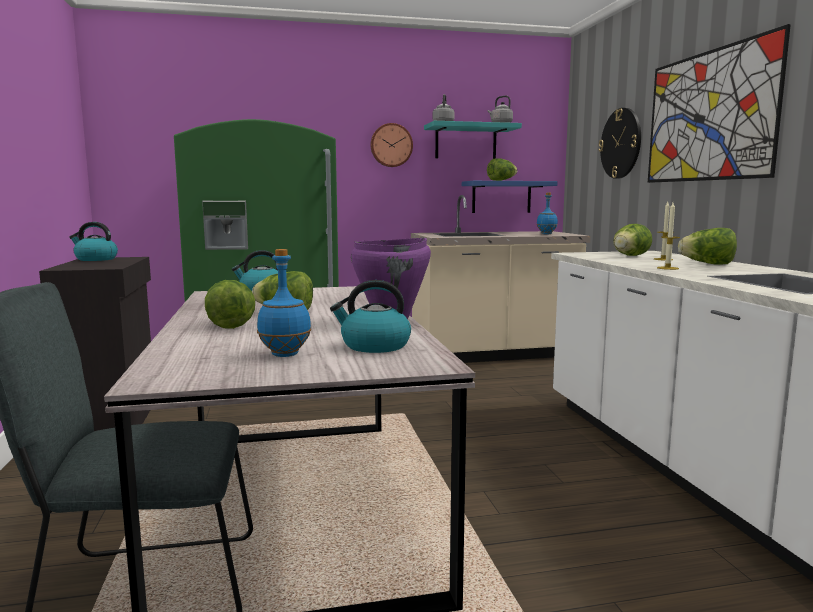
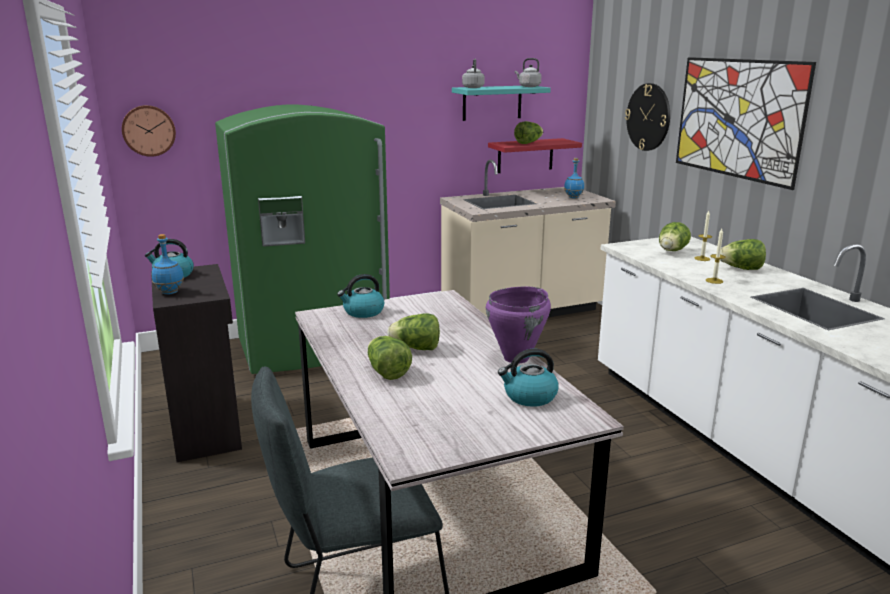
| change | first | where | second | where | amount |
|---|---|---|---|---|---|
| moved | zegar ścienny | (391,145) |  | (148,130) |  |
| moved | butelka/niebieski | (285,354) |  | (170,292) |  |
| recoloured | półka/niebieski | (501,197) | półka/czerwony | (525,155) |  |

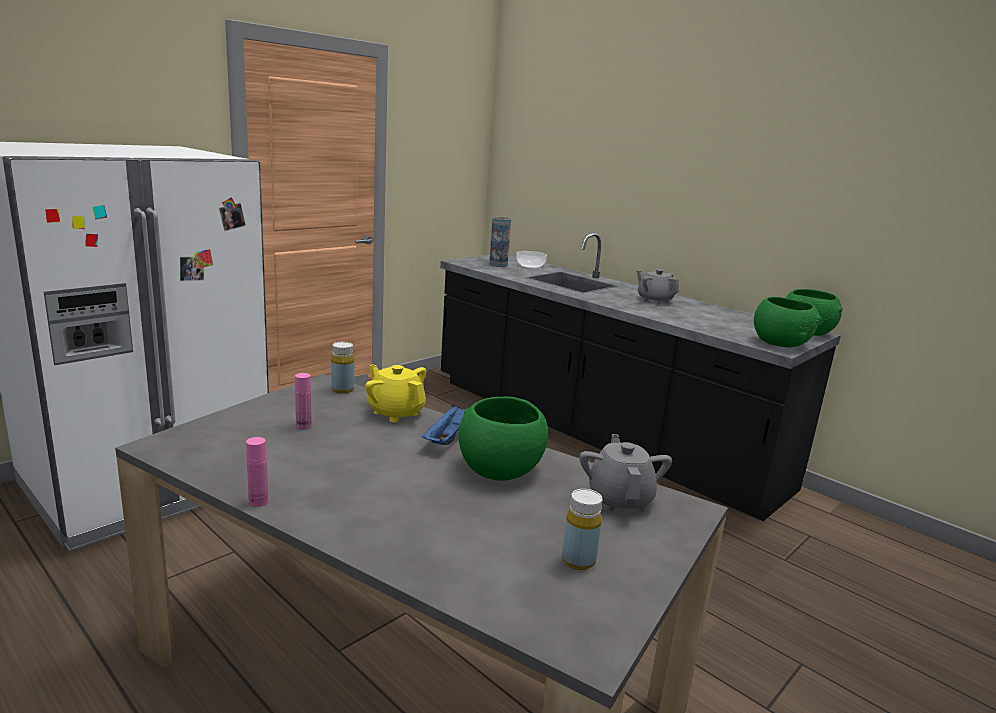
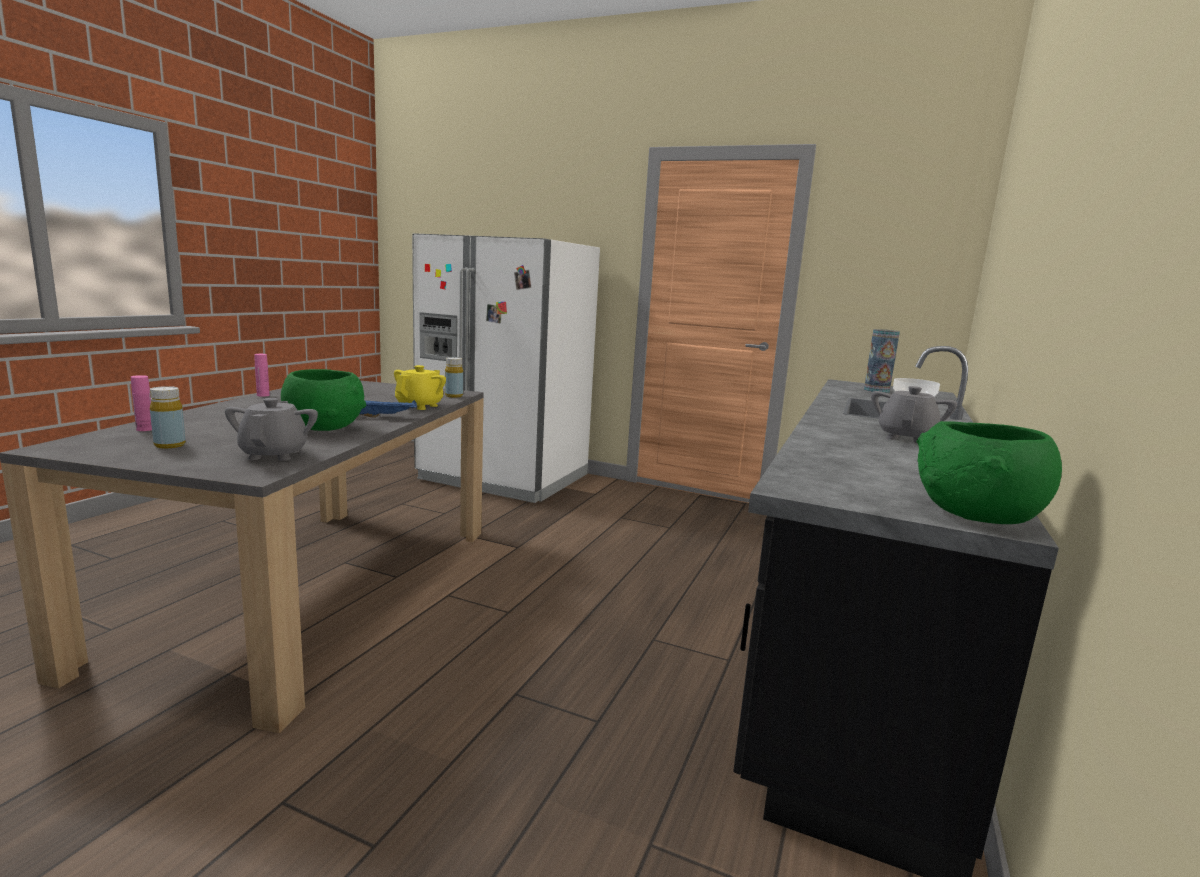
| change | first | where | second | where | amount |
|---|---|---|---|---|---|
| moved | butelka/różowy | (303,426) |  | (145,429) |  |
| turned | imbryk/szary | (620,499) |  | (274,454) | 75 degrees counterclockwise |
| removed | miska/zielony | (781,343) |  |  |  |

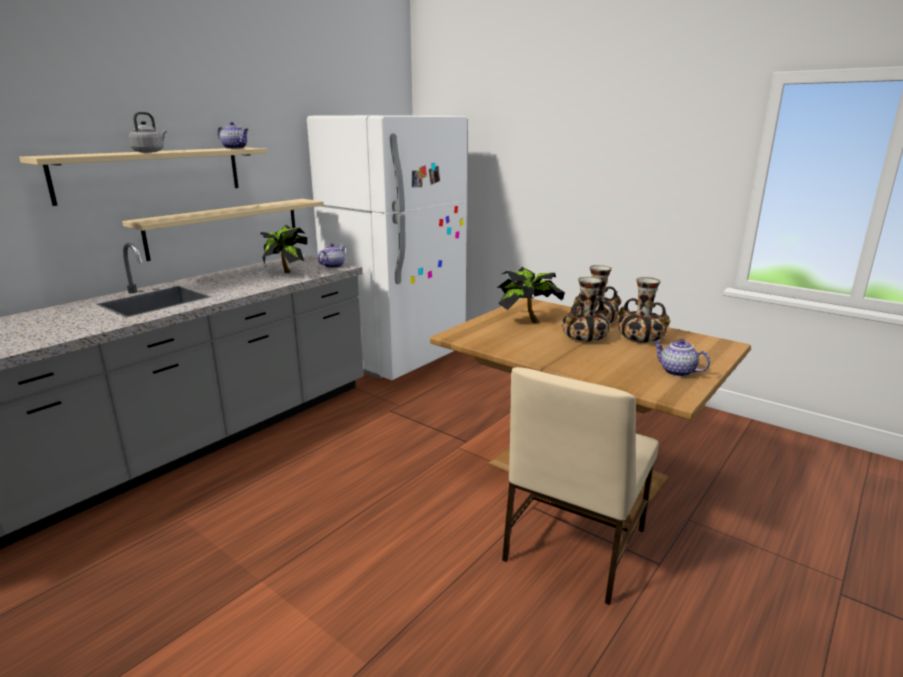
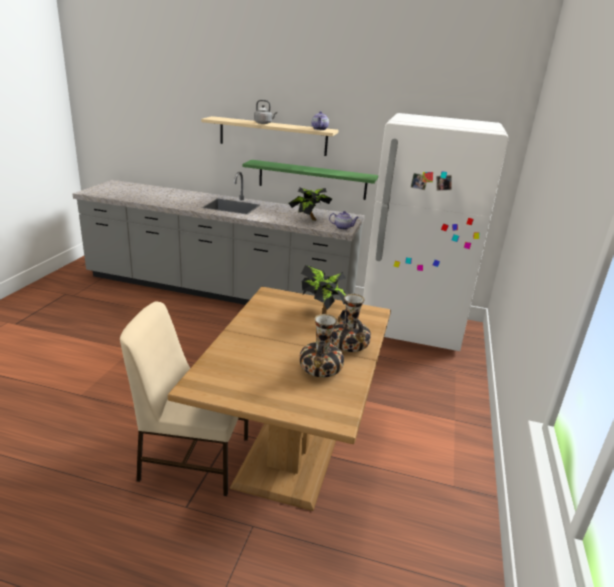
| change | first | where | second | where | amount |
|---|---|---|---|---|---|
| recoloured | półka/beżowy | (226,227) | półka/zielony | (312,179) |  |
| removed | wazon | (585,337) |  |  |  |
| removed | imbryk | (676,371) |  |  |  |

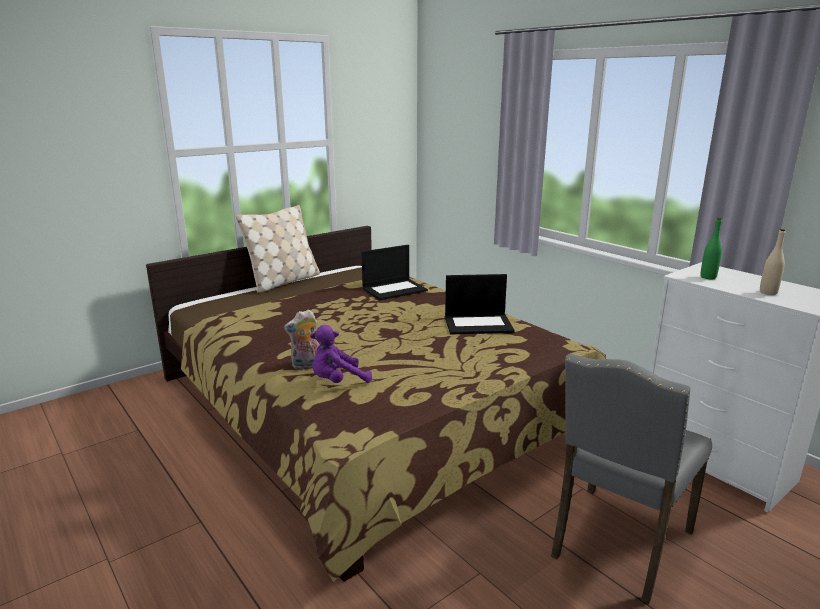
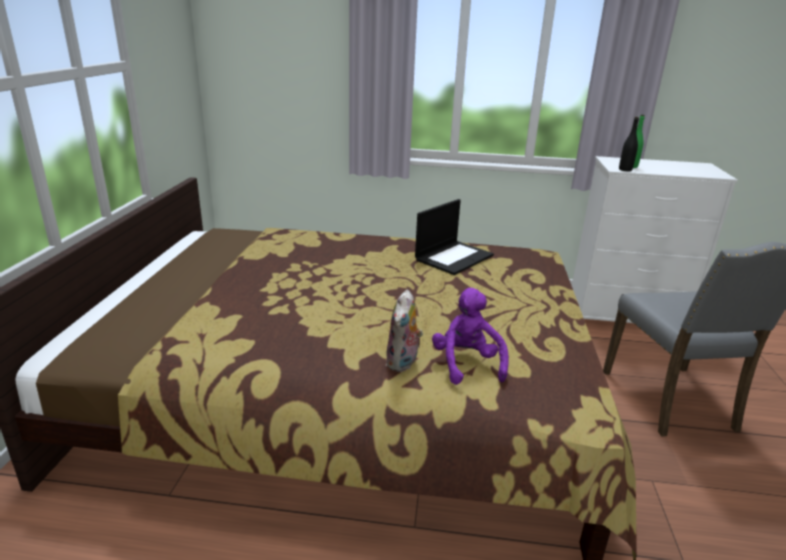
| change | first | where | second | where | amount |
|---|---|---|---|---|---|
| turned | pluszak/fioletowy | (338,381) |  | (466,364) | 150 degrees clockwise |
| added |  |  | butelka/czarny | (625,170) |  |
| removed | poduszka/beżowy | (283,281) |  |  |  |
| removed | laptop | (395,289) |  |  |  |
| removed | butelka/beżowy | (768,292) |  |  |  |

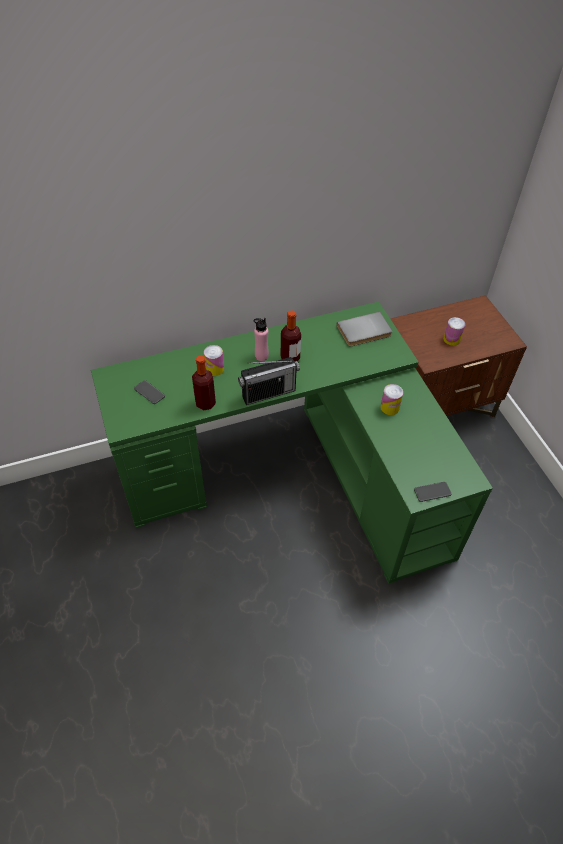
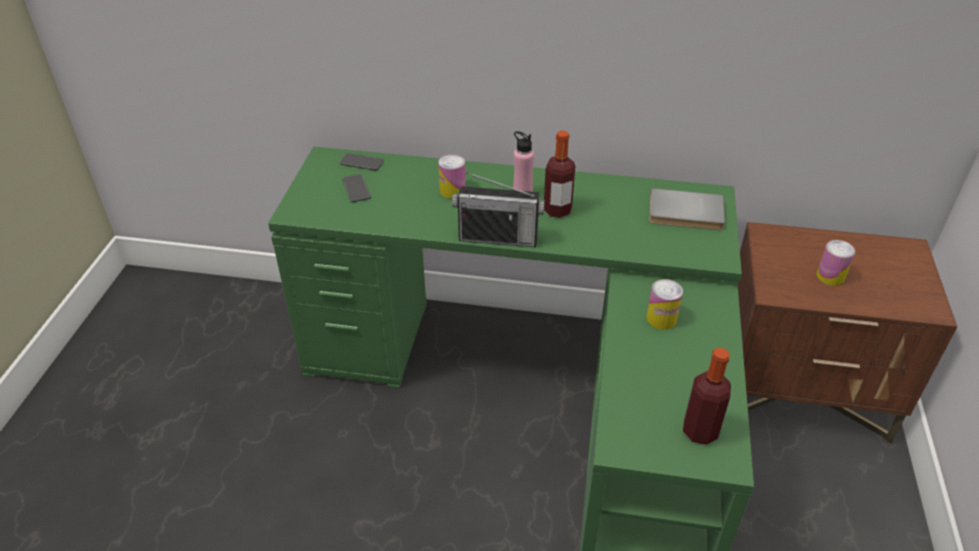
| change | first | where | second | where | amount |
|---|---|---|---|---|---|
| moved | telefon | (432,492) |  | (361,162) |  |
| moved | butelka | (205,403) |  | (700,431) |  |

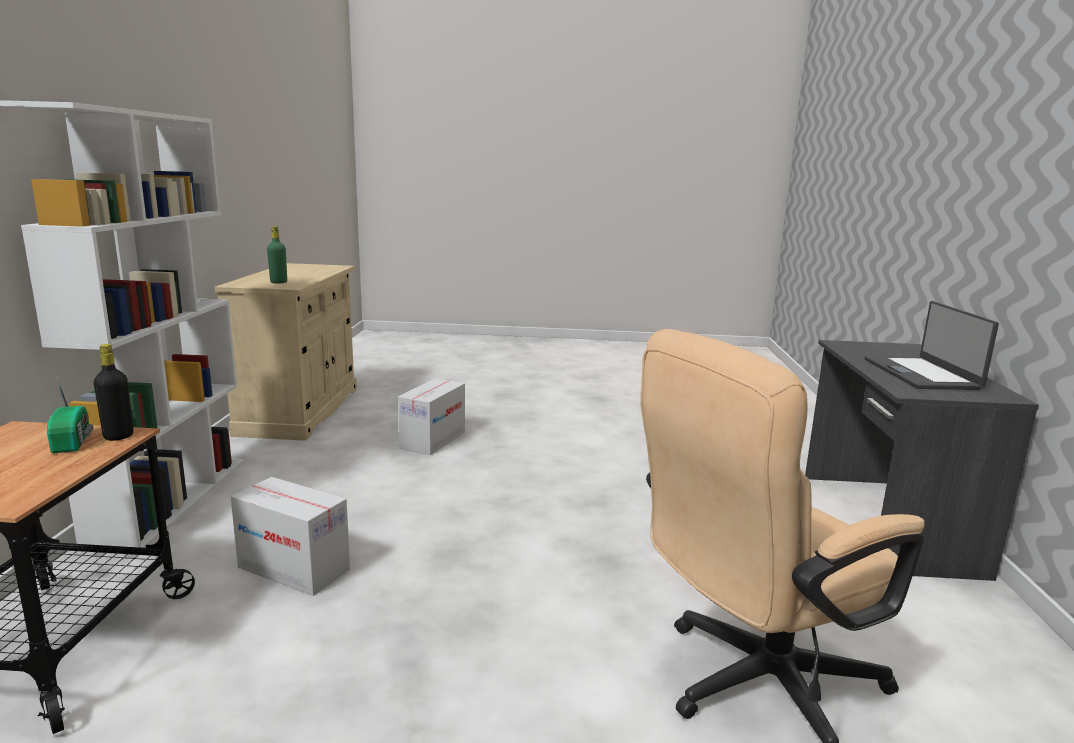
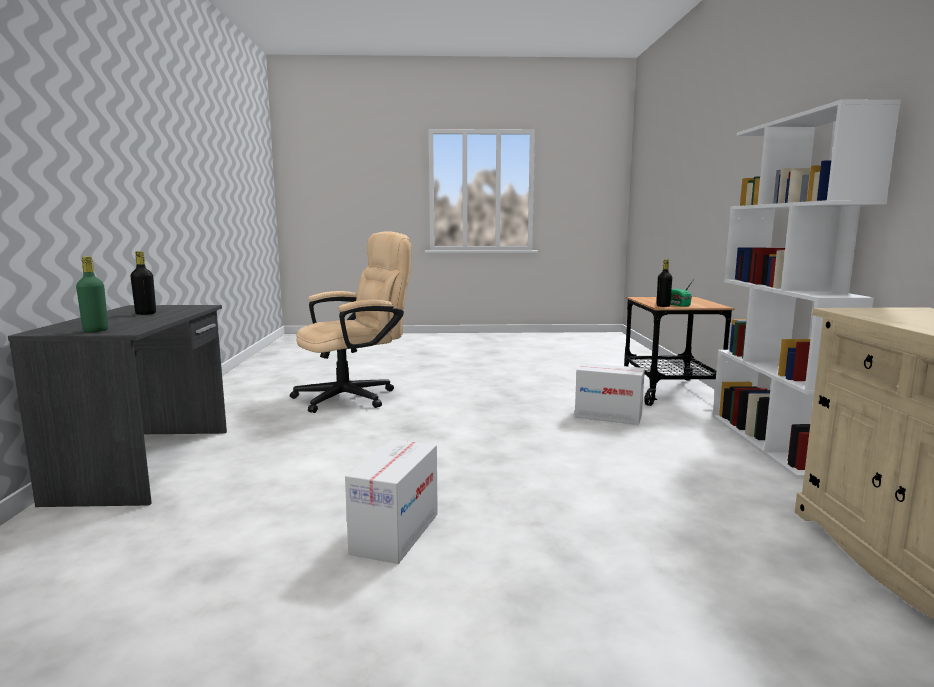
| change | first | where | second | where | amount |
|---|---|---|---|---|---|
| moved | butelka/zielony | (278,282) |  | (95,330) |  |
| replaced | laptop | (921,374) | butelka/czarny | (146,313) |  |
| moved | karton | (433,440) |  | (395,533) |  |

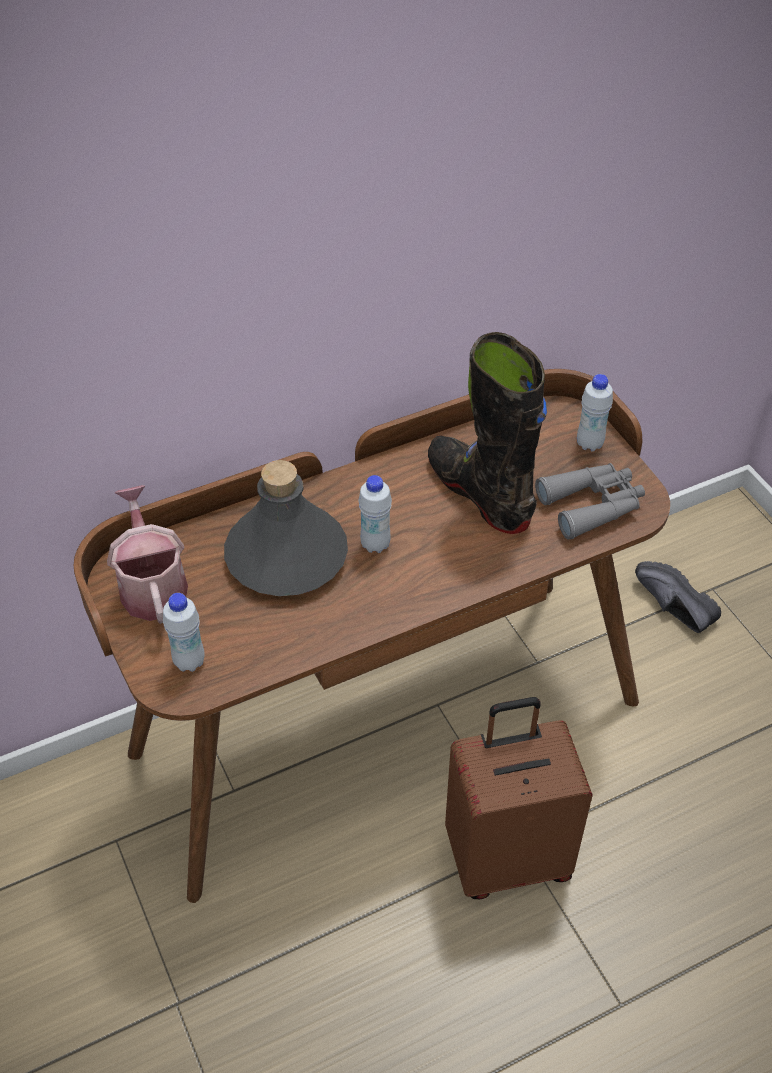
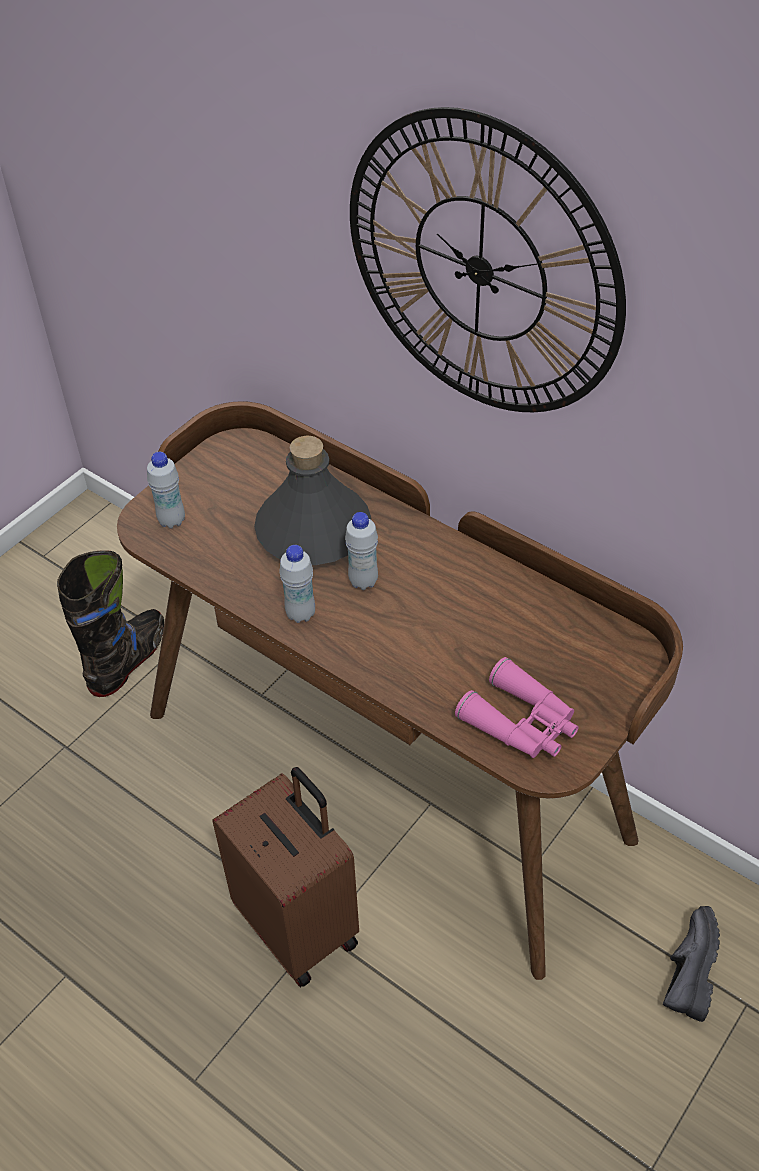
| change | first | where | second | where | amount |
|---|---|---|---|---|---|
| moved | but z cholewką/czarny | (480,493) |  | (128,660) |  |
| moved | butelka/biały | (589,444) |  | (300,614) |  |
| added |  |  | zegar ścienny | (480,269) |  |
| recoloured | lornetka/szary | (592,505) | lornetka/różowy | (521,723) |  |
| removed | konewka | (152,585) |  |  |  |

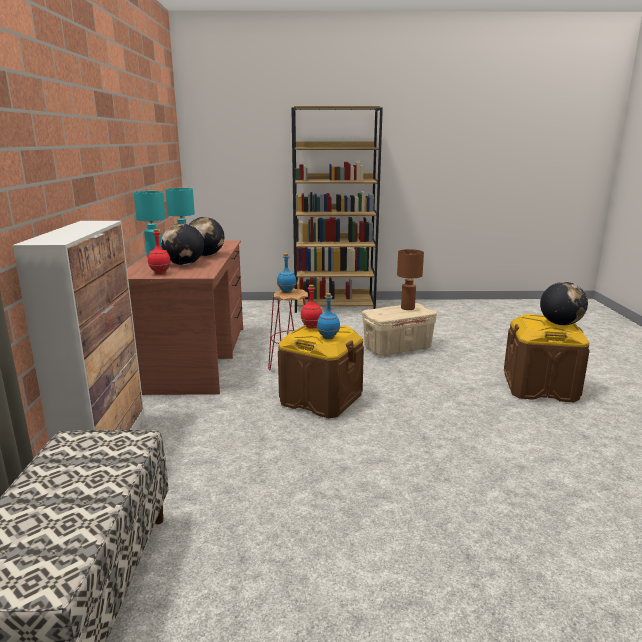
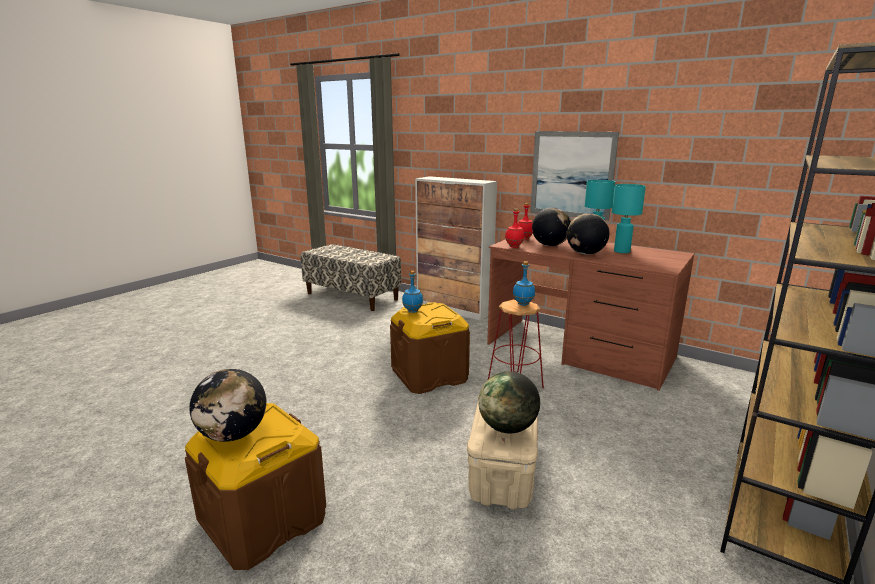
| change | first | where | second | where | amount |
|---|---|---|---|---|---|
| replaced | lampa stołowa/brązowy | (407,308) | globus | (507,428) |  |
| moved | butelka/czerwony | (311,327) |  | (514,247) |  |
| added |  |  | obraz | (572,174) |  |

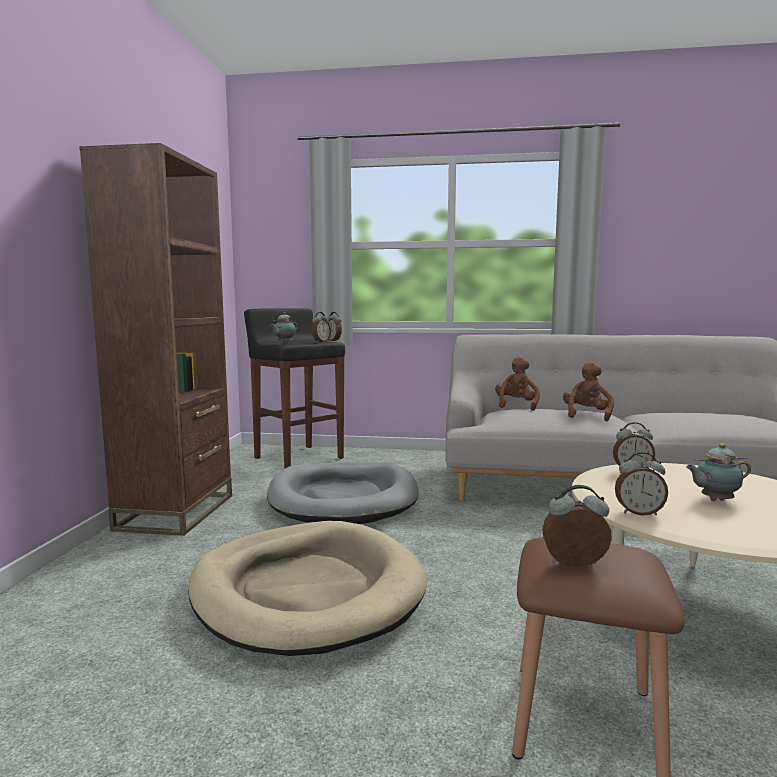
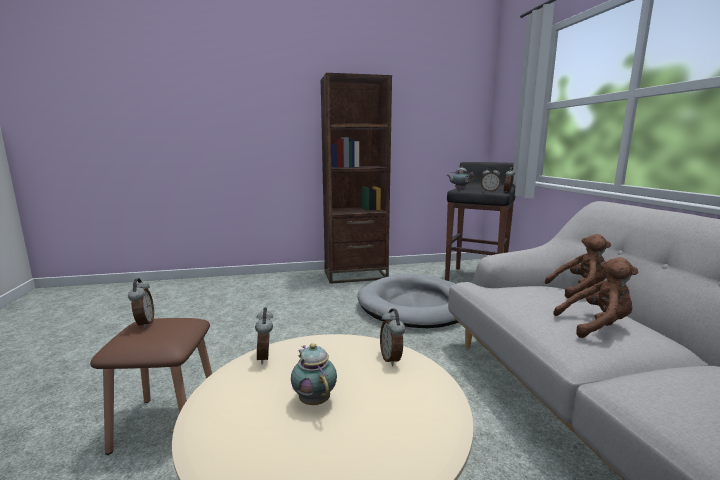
| change | first | where | second | where | amount |
|---|---|---|---|---|---|
| removed | legowisko/beżowy | (307,591) |  |  |  |

